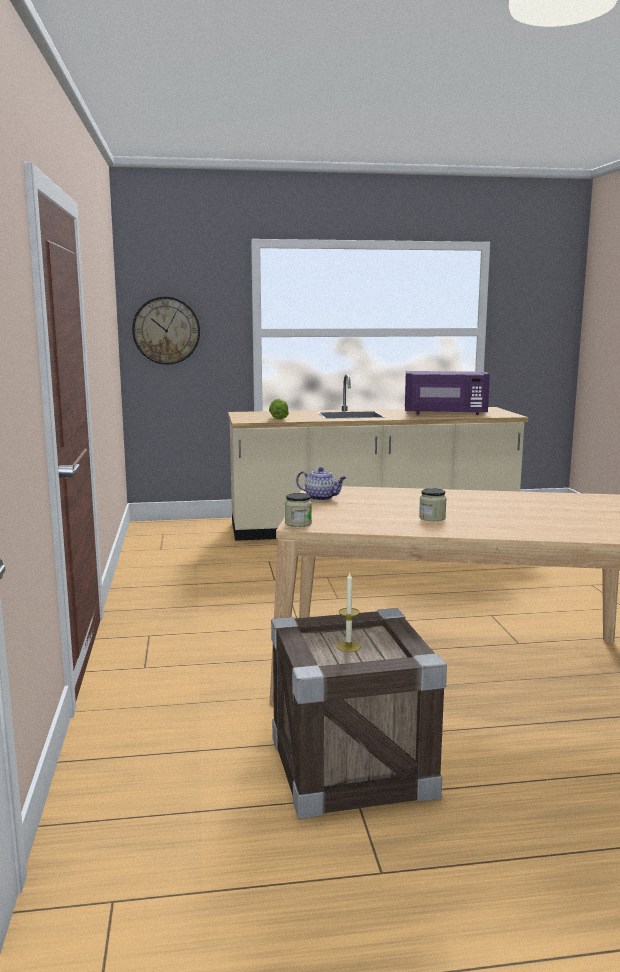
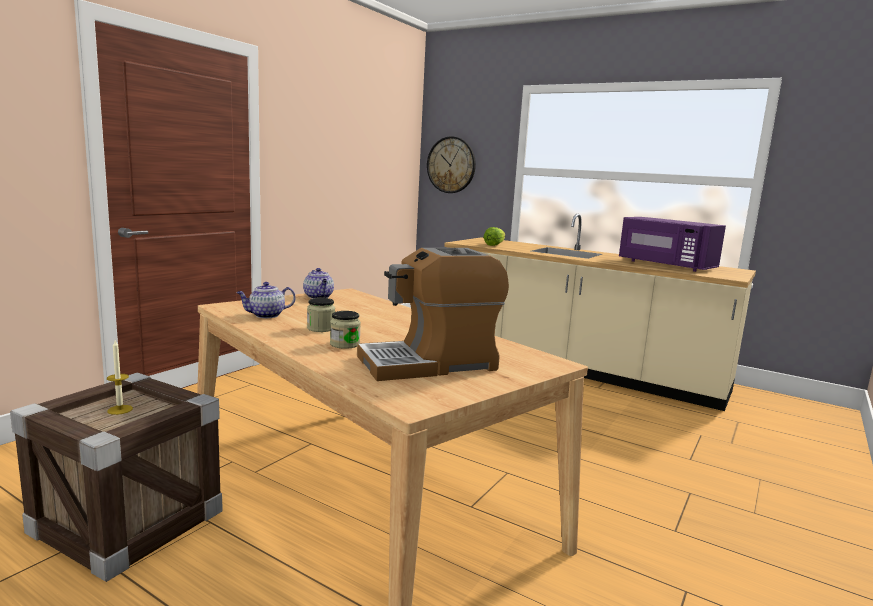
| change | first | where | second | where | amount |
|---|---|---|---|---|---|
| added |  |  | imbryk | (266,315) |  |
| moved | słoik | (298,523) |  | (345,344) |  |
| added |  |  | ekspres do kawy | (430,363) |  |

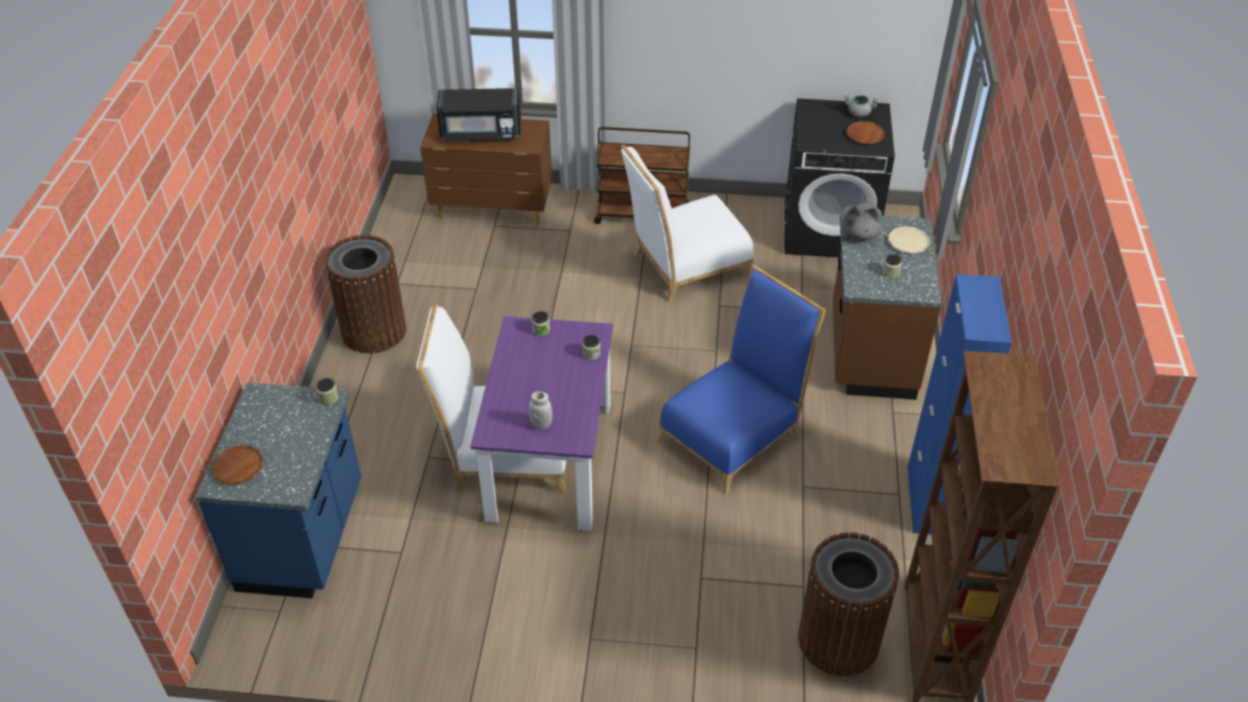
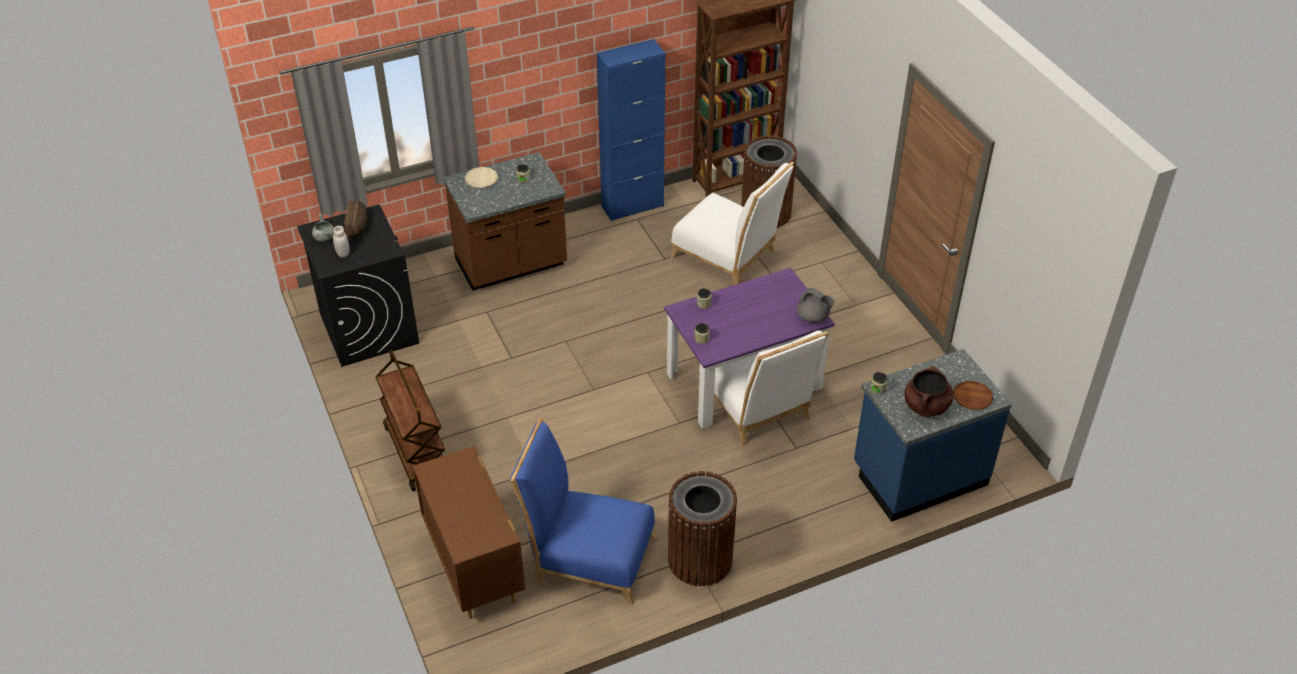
| change | first | where | second | where | amount |
|---|---|---|---|---|---|
| moved | słoik/biały | (541,424) |  | (343,253) |  |
| replaced | talerz/brązowy | (865,135) | chleb | (358,225) |  |
| moved | krzesło/niebieski | (734,434) |  | (587,556) |  |
| moved | krzesło/biały | (685,267) |  | (728,257) |  |
| moved | imbryk/szary | (859,234) |  | (813,317) |  |
| added |  |  | garnek/brązowy | (926,406) |  |
| removed | mikrofalówka/czarny | (481,133) |  |  |  |

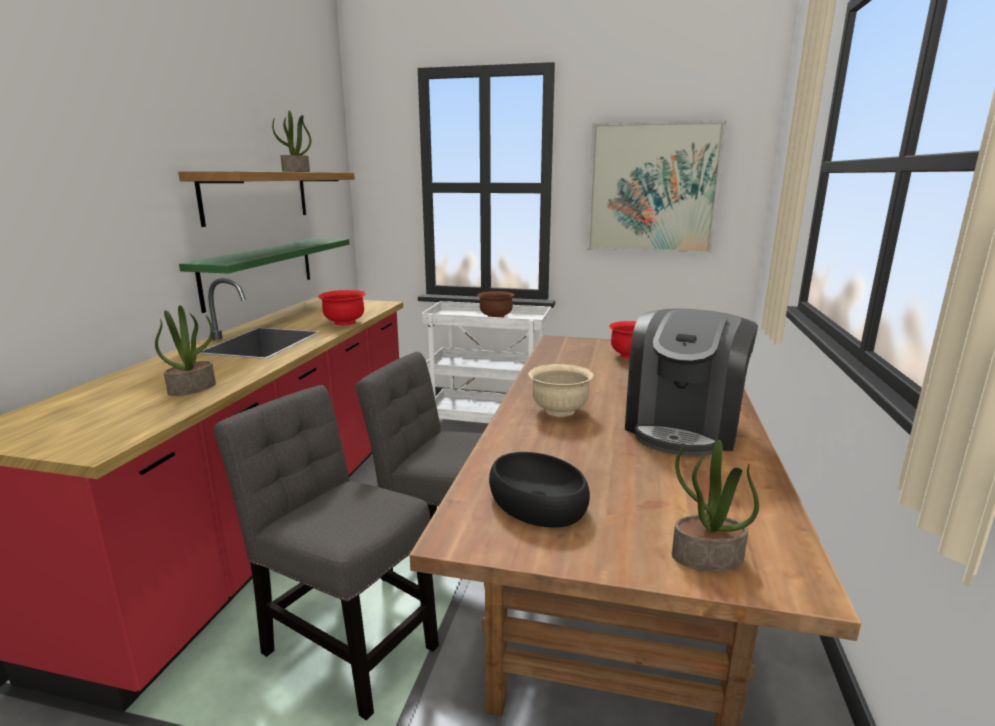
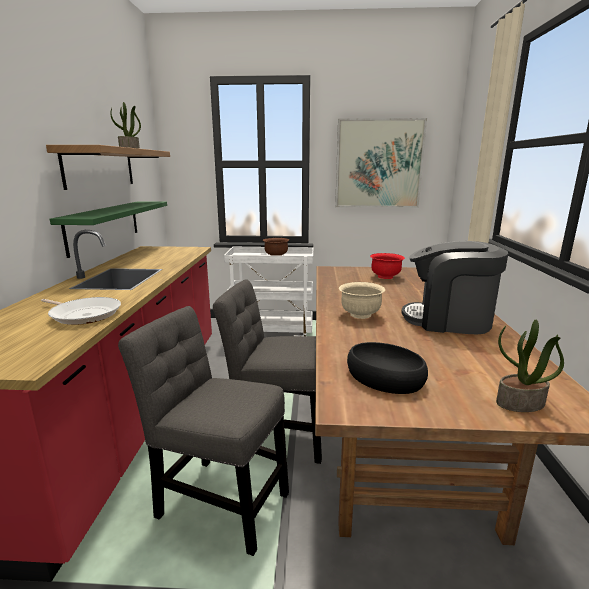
| change | first | where | second | where | amount |
|---|---|---|---|---|---|
| replaced | roślina doniczkowa | (192,388) | patelnia | (84,314) |  |
| turned | ekspres do kawy | (683,427) |  | (448,320) | 90 degrees clockwise |
| removed | miska/czerwony | (344,323) |  |  |  |

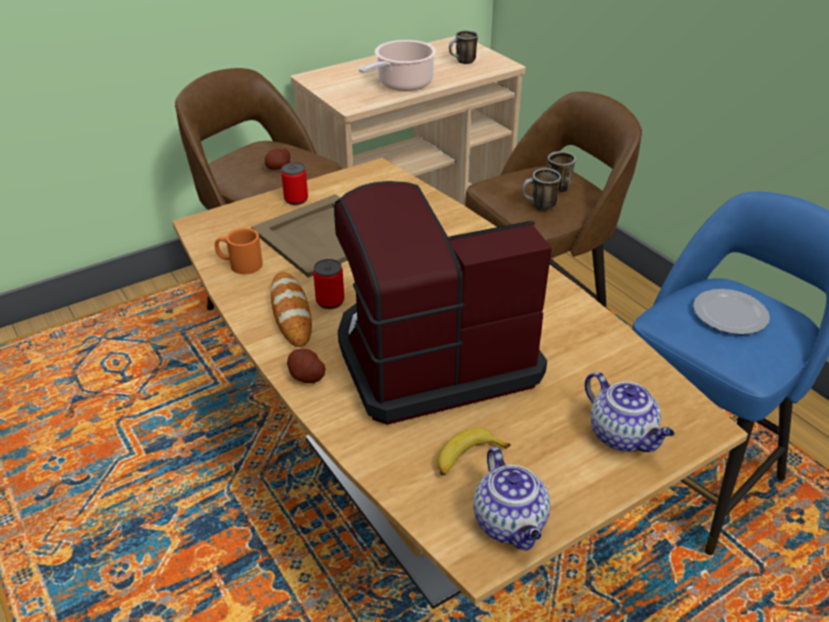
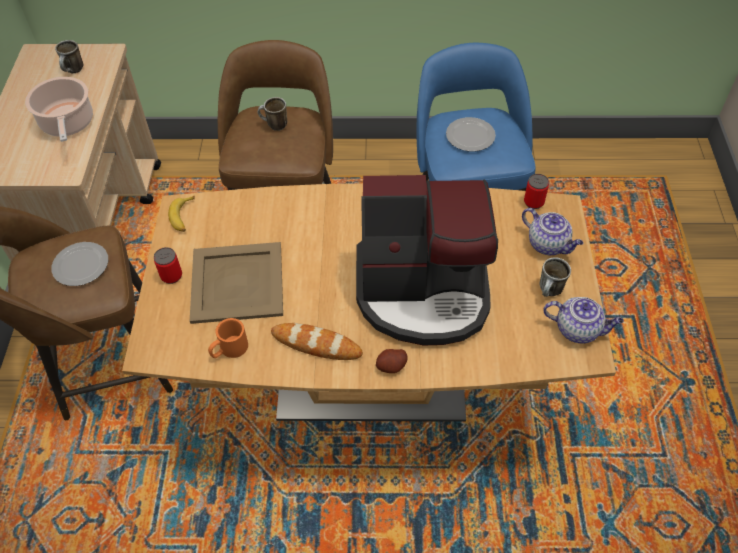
| change | first | where | second | where | amount |
|---|---|---|---|---|---|
| replaced | ziemniak | (278,167) | talerz | (80,266) |  |
| moved | banan | (467,458) |  | (183,217) |  |
| turned | ekspres do kawy | (432,358) |  | (423,292) | 105 degrees counterclockwise |
| turned | imbryk | (623,436) |  | (548,244) | 45 degrees clockwise |
| moved | puszka | (330,301) |  | (533,202) |  |
| moved | kubek | (539,206) |  | (550,292) |  |

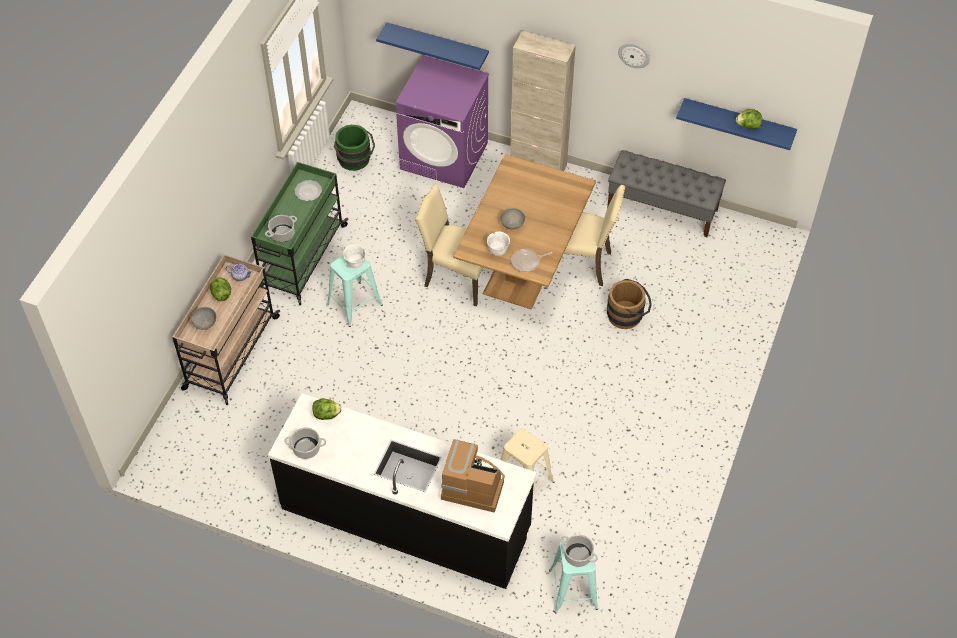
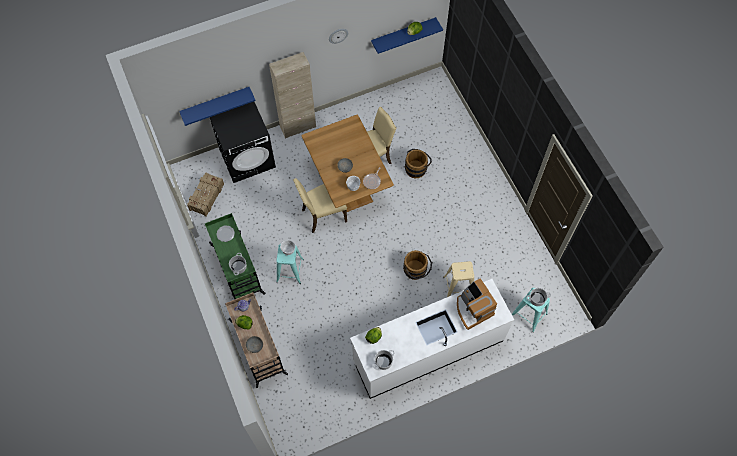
| change | first | where | second | where | amount |
|---|---|---|---|---|---|
| replaced | wiadro/zielony | (355,161) | skrzynka | (206,197) |  |
| recoloured | pralka/fioletowy | (444,156) | pralka/czarny | (247,158) |  |
| recoloured | zabudowa kuchenna/czarny | (406,518) | zabudowa kuchenna/biały | (428,350) |  |
| added |  |  | wiadro/brązowy | (416,271) |  |
| turned | ekspres do kawy | (472,484) |  | (473,309) | 90 degrees counterclockwise |
| removed | ławka/szary | (662,208) |  |  |  |

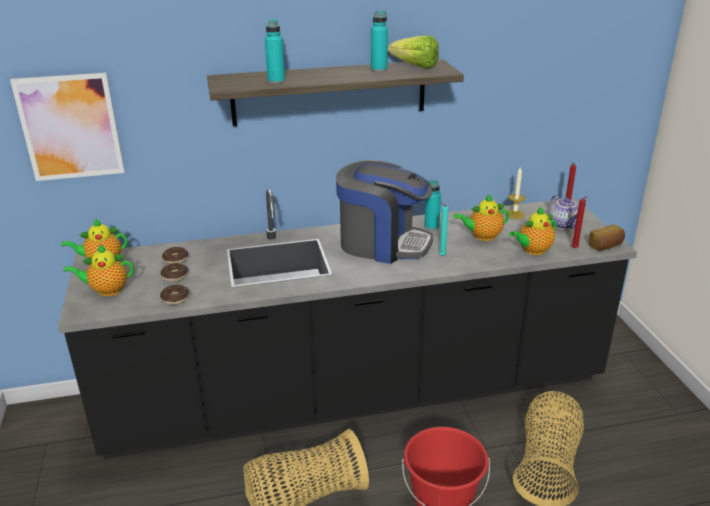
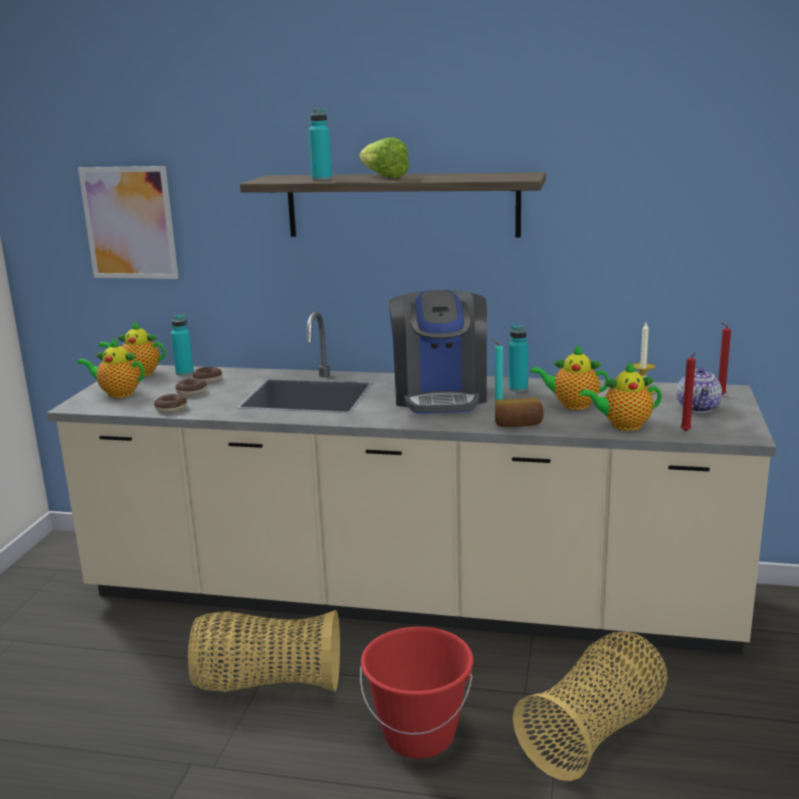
| change | first | where | second | where | amount |
|---|---|---|---|---|---|
| recoloured | zabudowa kuchenna/czarny | (356,394) | zabudowa kuchenna/beżowy | (406,599) |  |
| moved | butelka/turkusowy | (379,69) |  | (184,373) |  |
| moved | sałata | (412,66) |  | (381,176) |  |
| turned | ekspres do kawy | (382,244) |  | (440,395) | 45 degrees clockwise |
| moved | chleb | (606,246) |  | (518,424) |  |

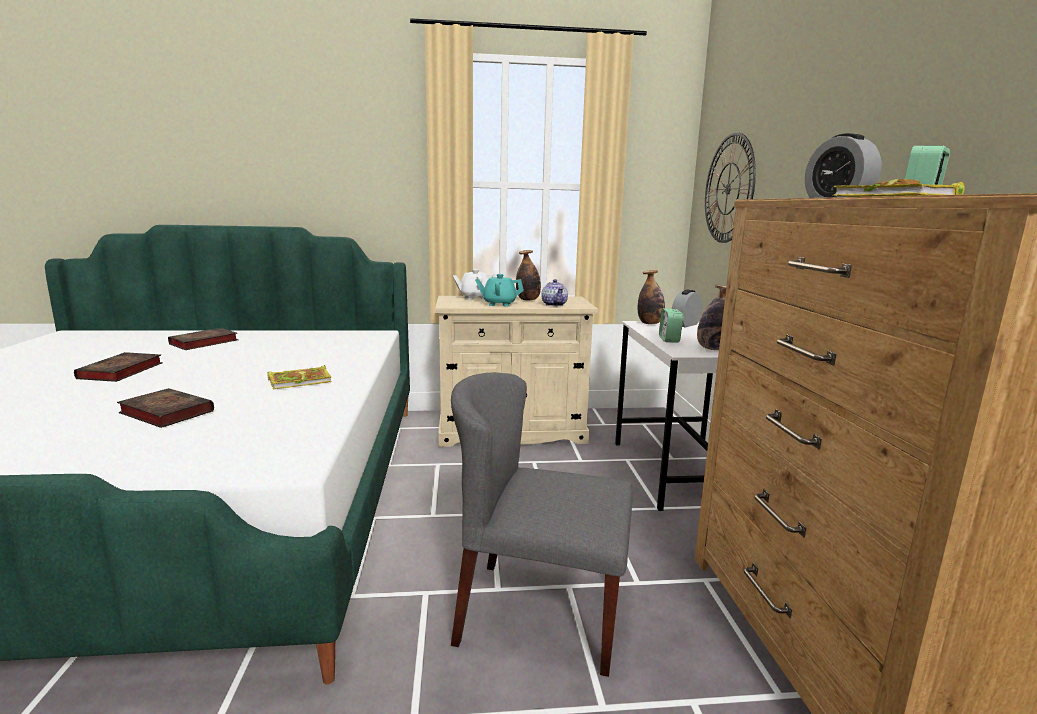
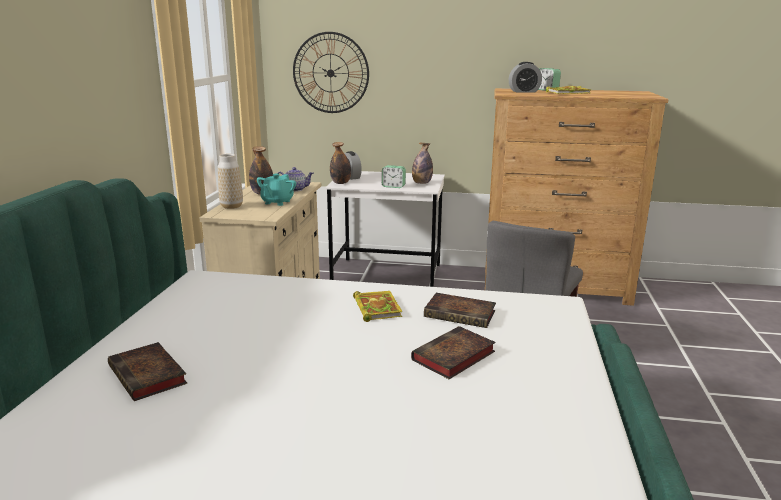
| change | first | where | second | where | amount |
|---|---|---|---|---|---|
| replaced | imbryk/biały | (475,297) | wazon | (231,206) |  |
| moved | książka | (120,372) |  | (461,314) |  |

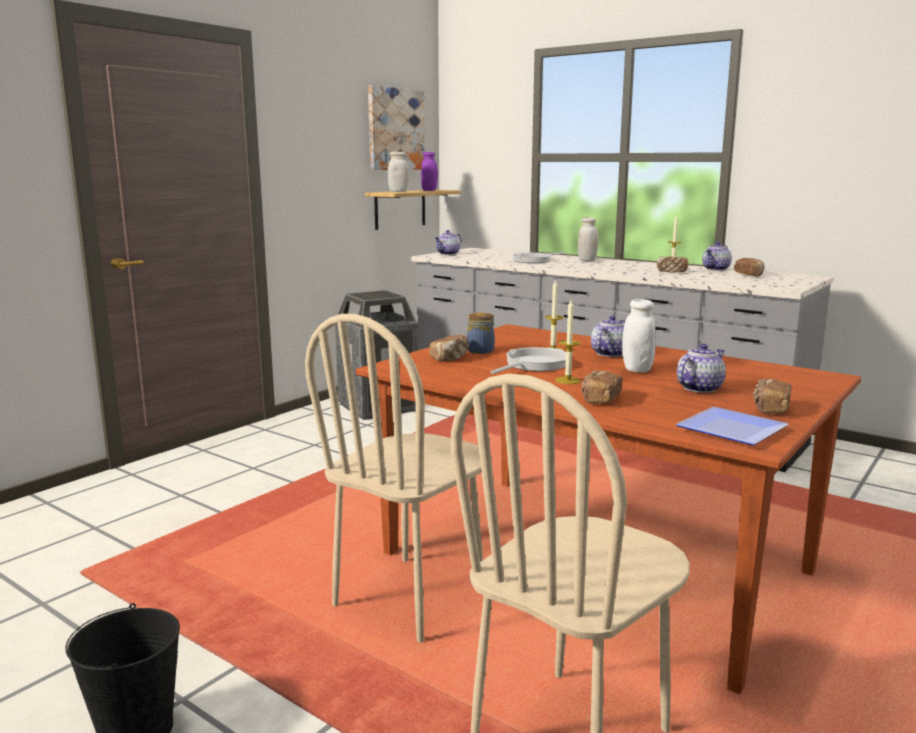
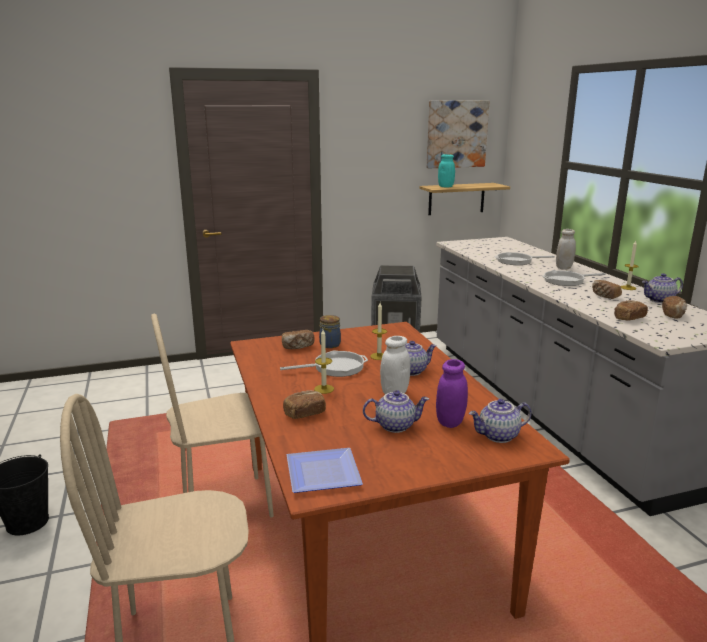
| change | first | where | second | where | amount |
|---|---|---|---|---|---|
| moved | słoik/fioletowy | (429,190) |  | (450,422) |  |
| recoloured | słoik/biały | (398,192) | słoik/turkusowy | (445,187) |  |
| moved | imbryk | (448,254) |  | (498,436) |  |
| added |  |  | patelnia | (566,281) |  |
| moved | chleb | (770,409) |  | (628,318) |  |

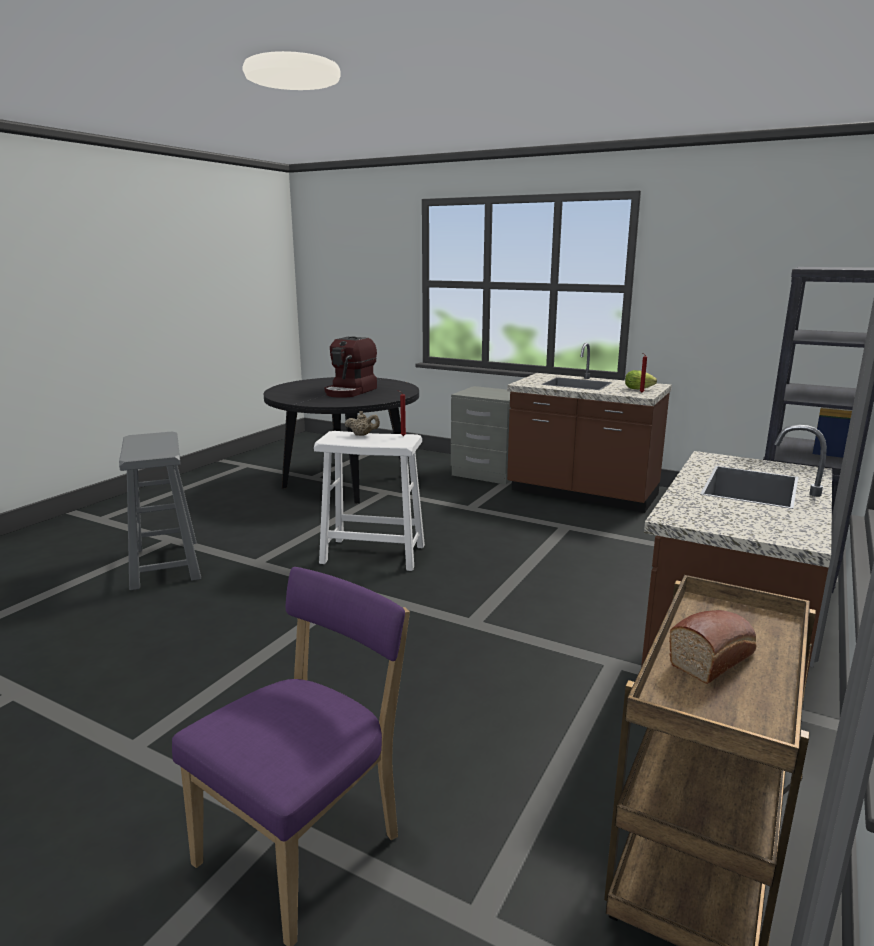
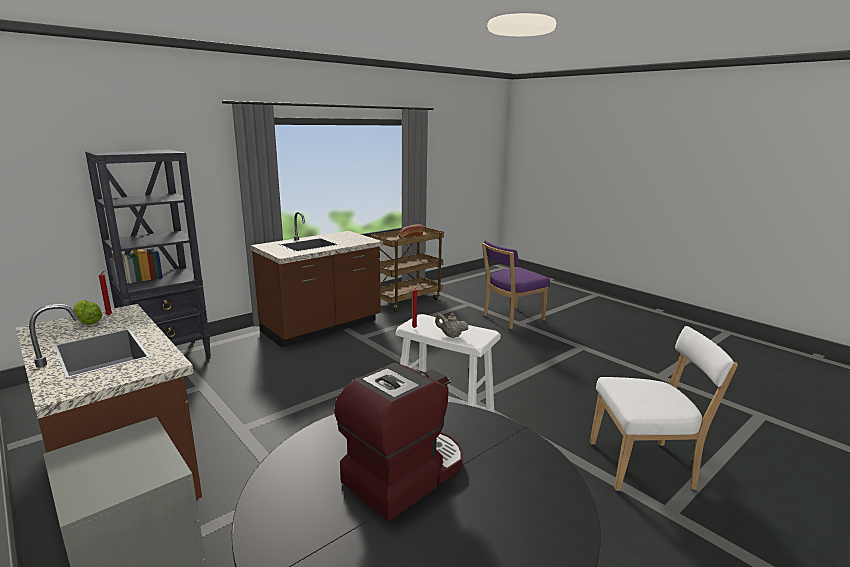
| change | first | where | second | where | amount |
|---|---|---|---|---|---|
| replaced | stołek/szary | (165,564) | krzesło/biały | (645,466) |  |

